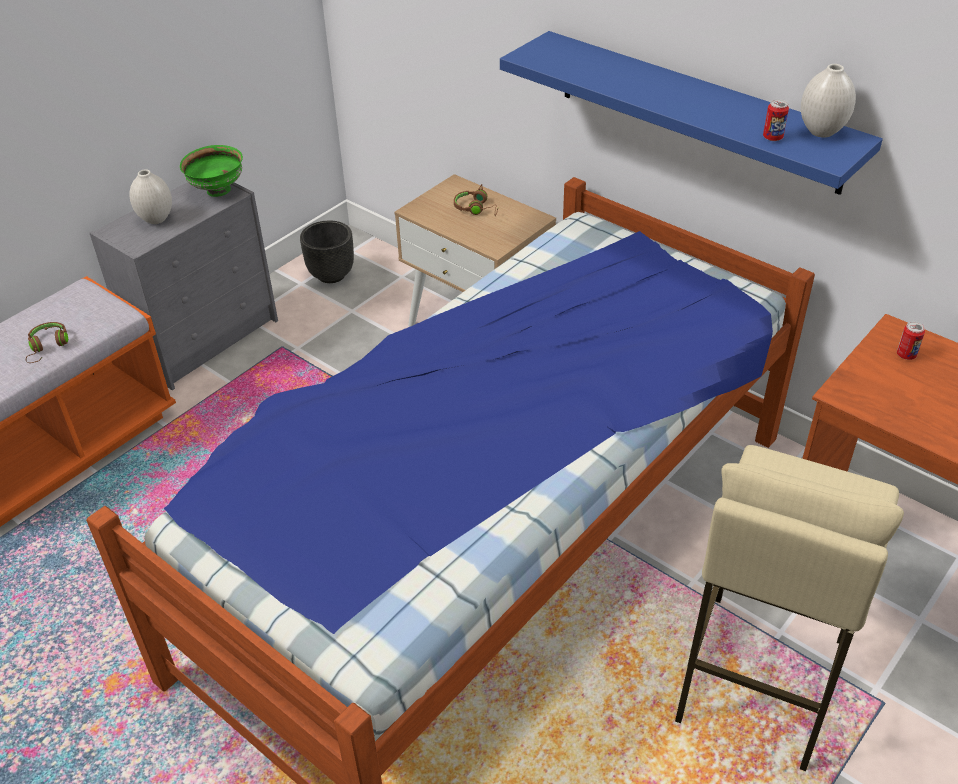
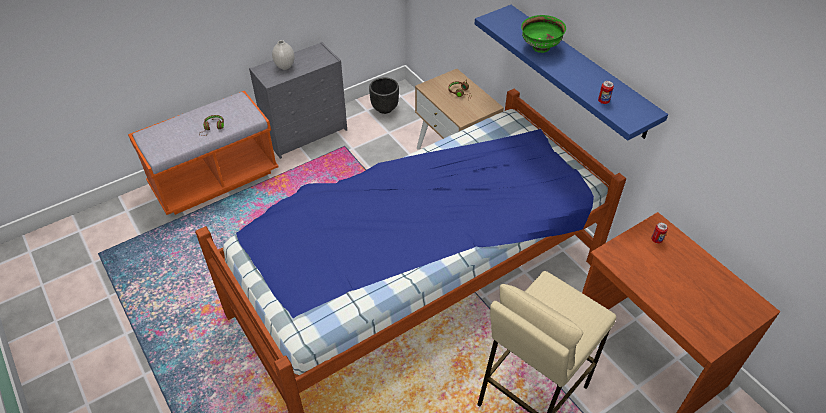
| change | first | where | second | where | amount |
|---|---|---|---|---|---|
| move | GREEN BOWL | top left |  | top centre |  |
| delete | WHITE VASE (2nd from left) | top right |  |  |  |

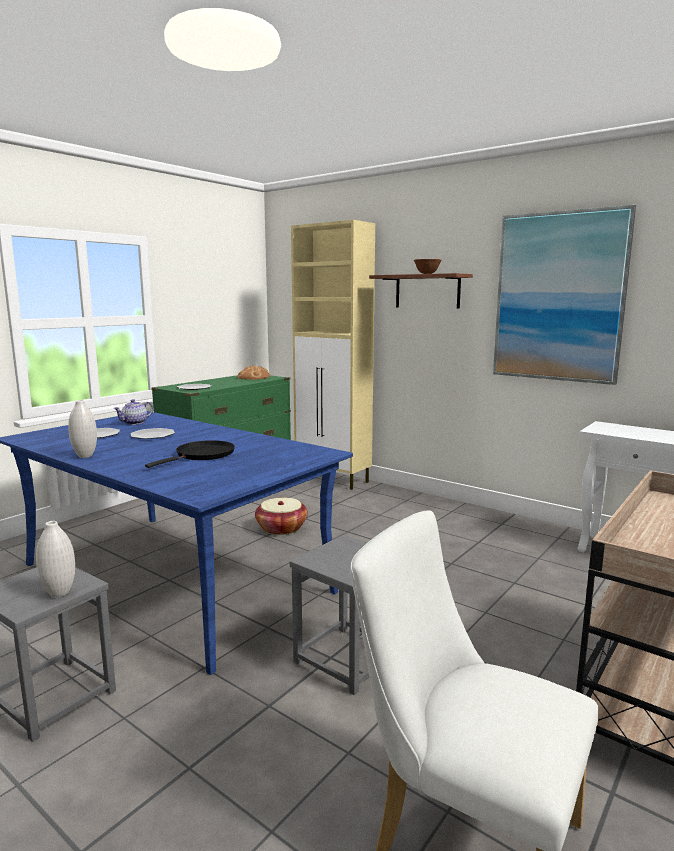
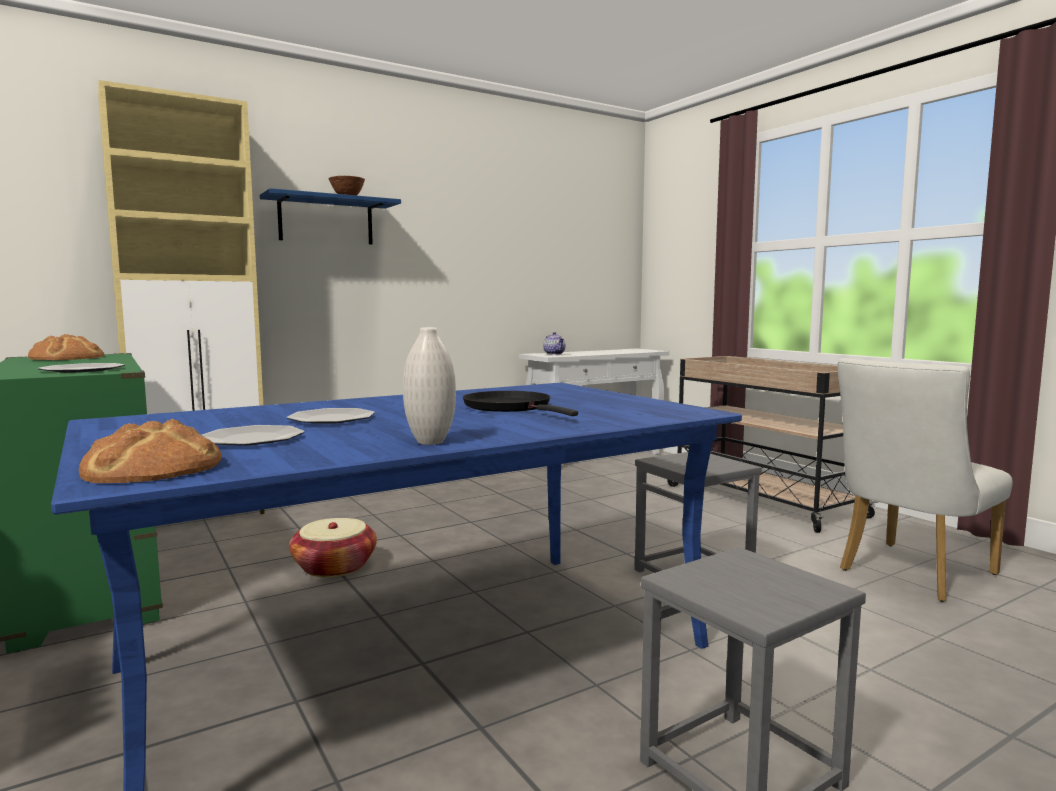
| change | first | where | second | where | amount |
|---|---|---|---|---|---|
| insert |  |  | BREAD (2nd from left) | middle left |  |
| recolor | BROWN SHELF | centre | BLUE SHELF | top left |  |
| move | TEAPOT | middle left |  | centre |  |
| delete | WHITE VASE (1st from left) | middle left |  |  |  |
| delete | PICTURE | middle right |  |  |  |

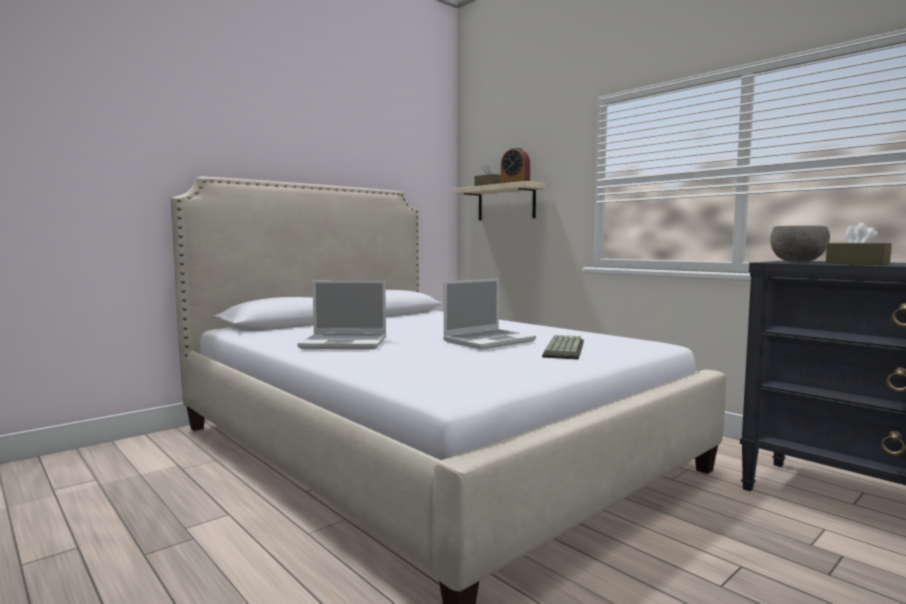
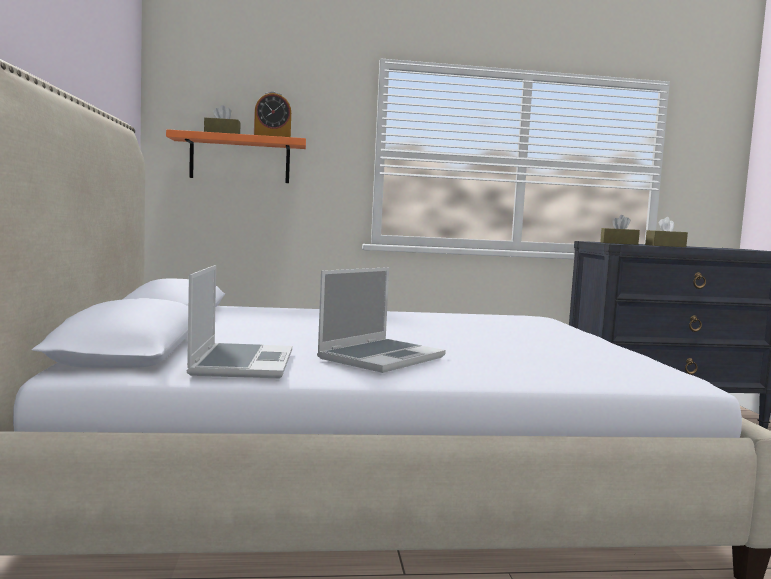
| change | first | where | second | where | amount |
|---|---|---|---|---|---|
| recolor | BEIGE SHELF | top centre | ORANGE SHELF | top left |  |
| move | LAPTOP (2nd from left in the first image) | centre | LAPTOP (1st from left) | middle left |  |
| replace | GREY BOWL | middle right | BROWN TISSUE BOX (2nd from left) | middle right |  |
| delete | KEYBOARD | centre |  |  |  |

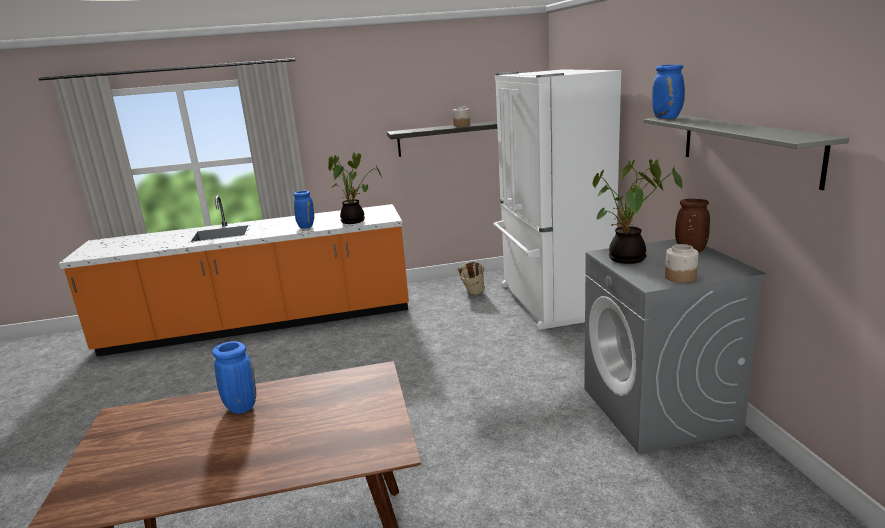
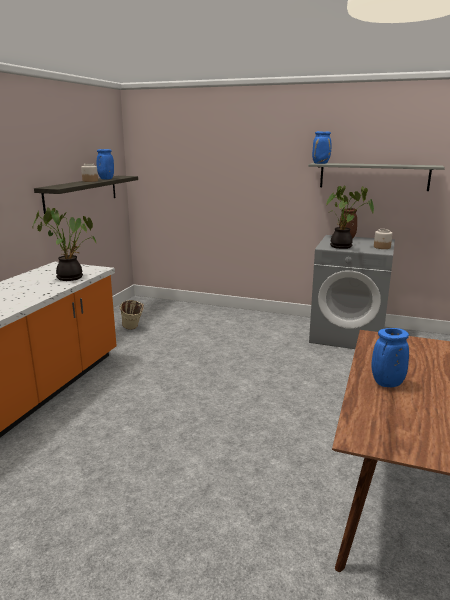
| change | first | where | second | where | amount |
|---|---|---|---|---|---|
| move | BLUE VASE (2nd from left in the first image) | centre | BLUE VASE (1st from left) | top left |  |
| delete | WHITE FRIDGE | centre |  |  |  |

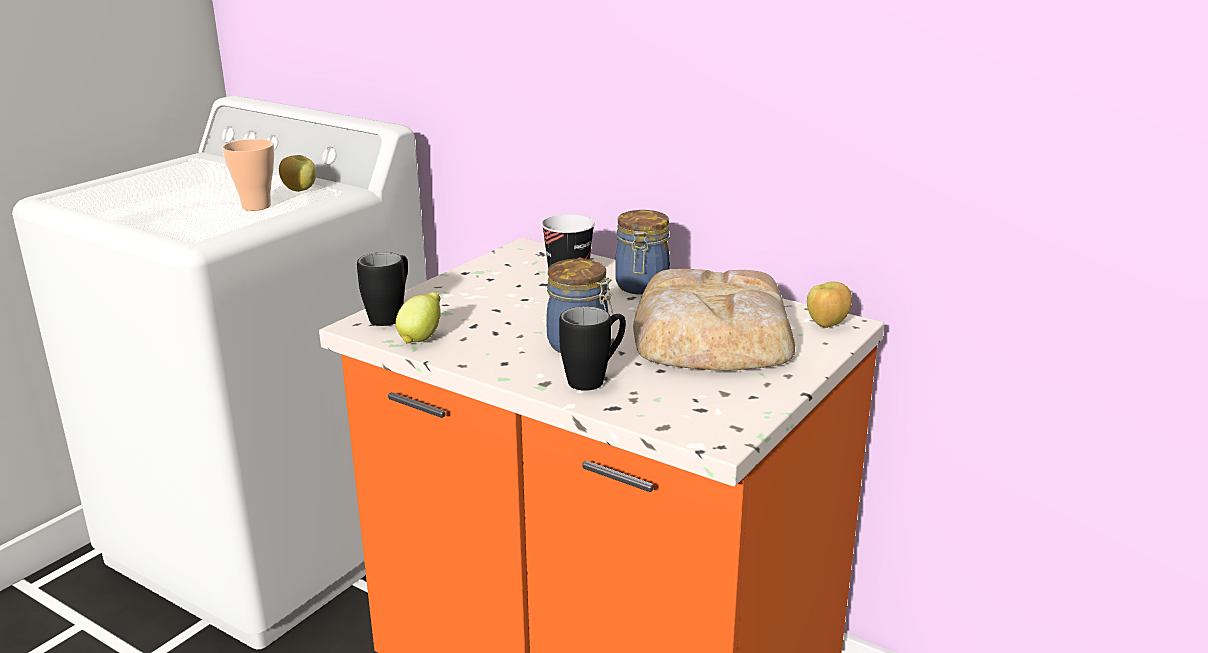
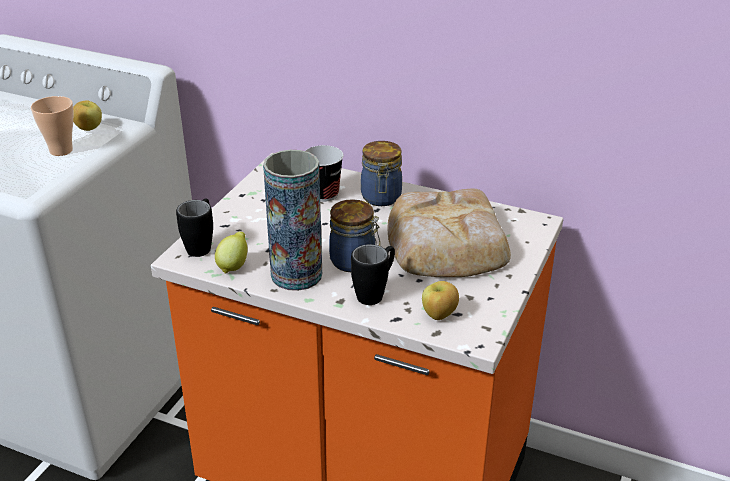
| change | first | where | second | where | amount |
|---|---|---|---|---|---|
| insert |  |  | VASE | centre |  |
| move | APPLE (2nd from left) | middle right |  | centre |  |

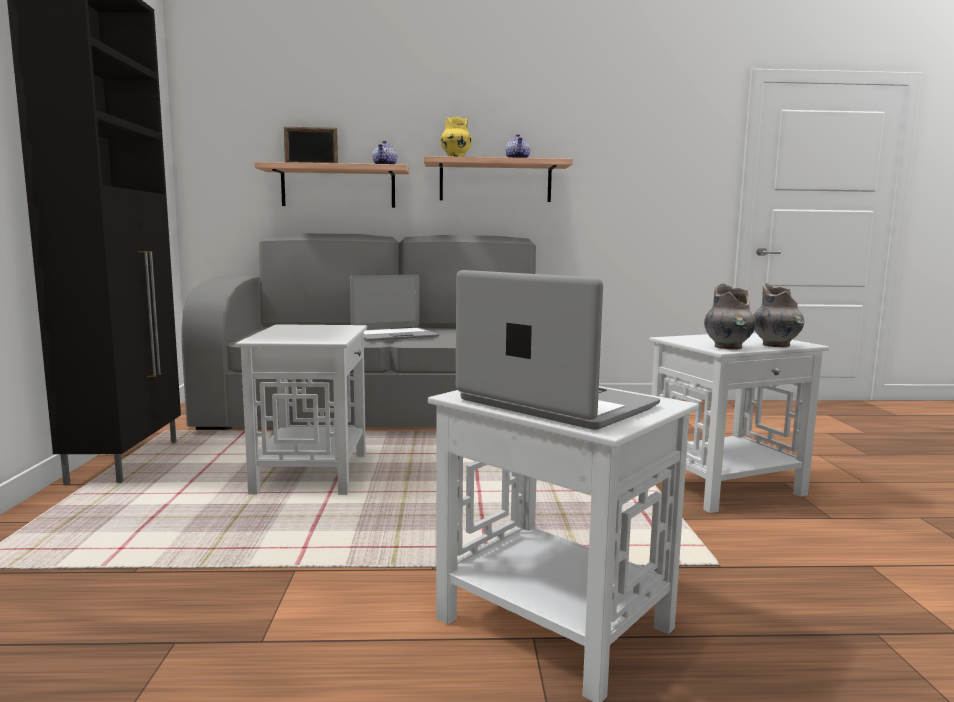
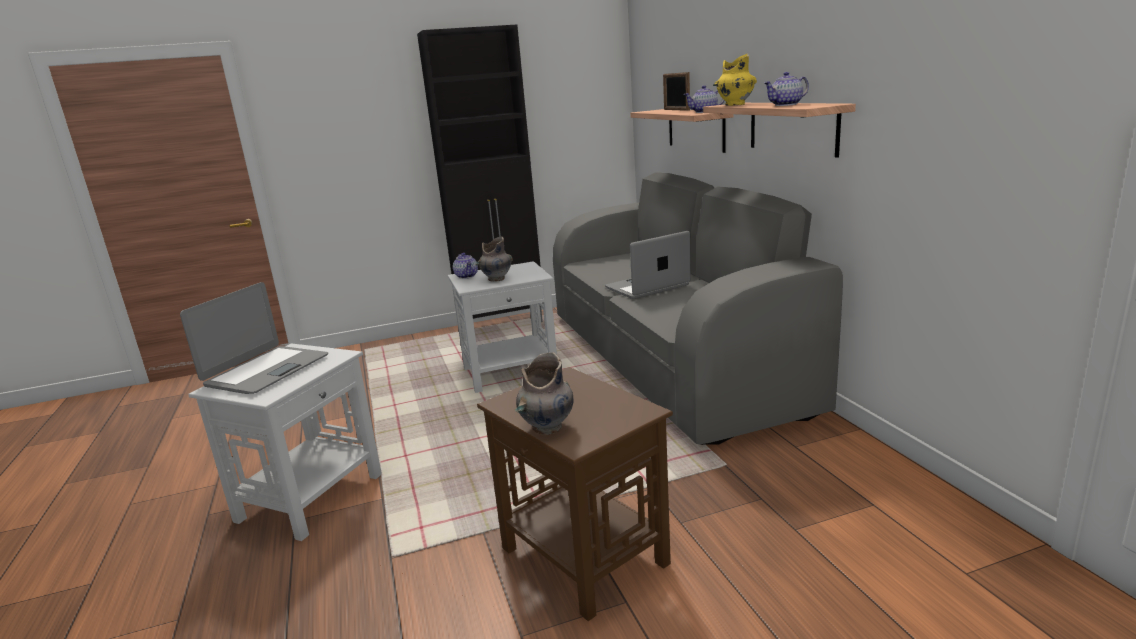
| change | first | where | second | where | amount |
|---|---|---|---|---|---|
| insert |  |  | TEAPOT (1st from left) | centre |  |
| move | GREY VASE (1st from left) | middle right |  | centre |  |
| recolor | WHITE SIDE TABLE (3rd from left) | middle right | BROWN SIDE TABLE | bottom centre |  |
| rotate | LAPTOP (1st from left in the first image) | centre | LAPTOP (2nd from left) | centre | 105 degrees clockwise |

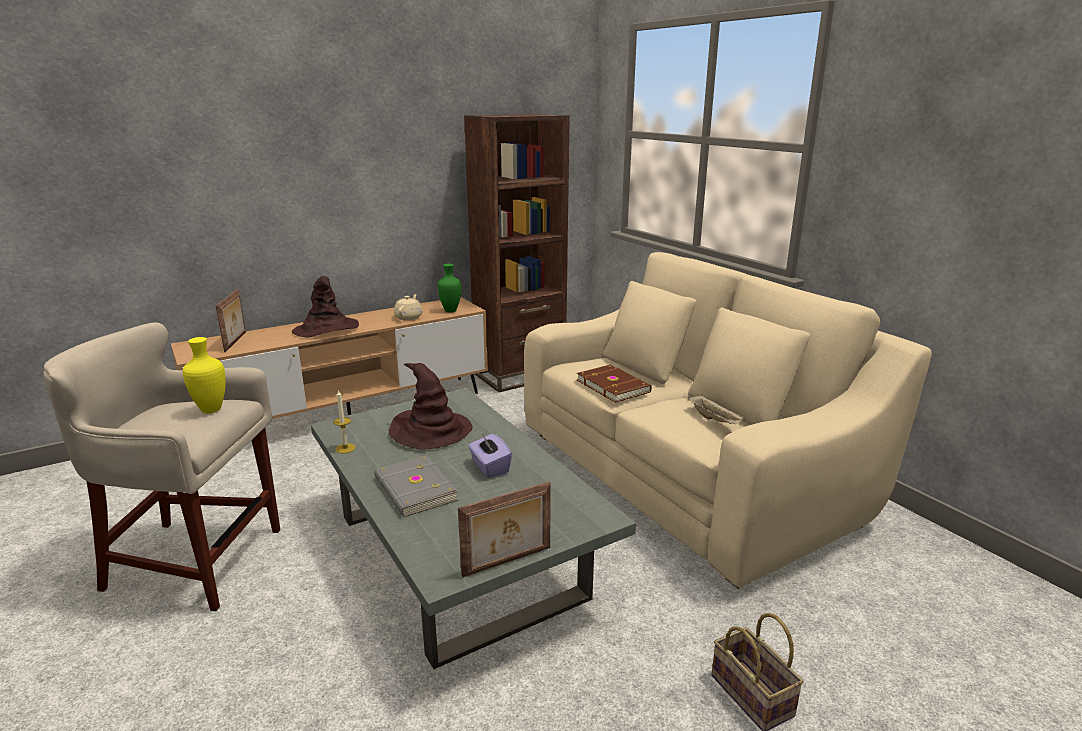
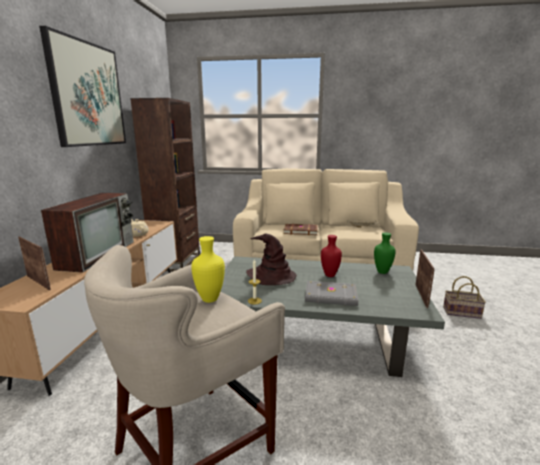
| change | first | where | second | where | amount |
|---|---|---|---|---|---|
| insert |  |  | PICTURE | top left |  |
| replace | BROWN HAT (1st from left) | middle left | TELEVISION | middle left |  |
| replace | PURPLE TISSUE BOX | centre | RED VASE | centre |  |
| move | GREEN VASE | centre |  | middle right |  |

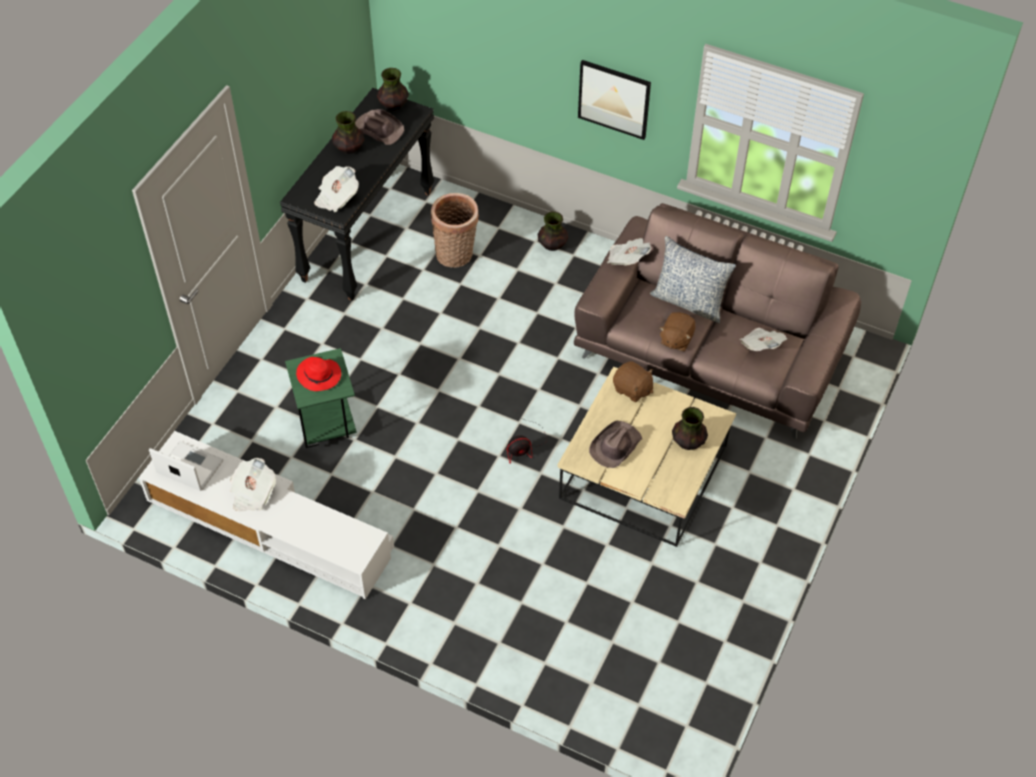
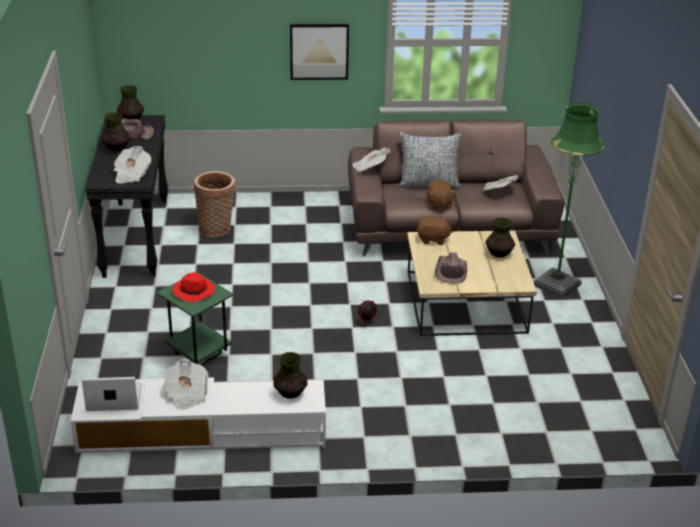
| change | first | where | second | where | amount |
|---|---|---|---|---|---|
| move | VASE (3rd from left) | top centre |  | bottom centre |  |
| insert |  |  | GREEN FLOOR LAMP | middle right |  |

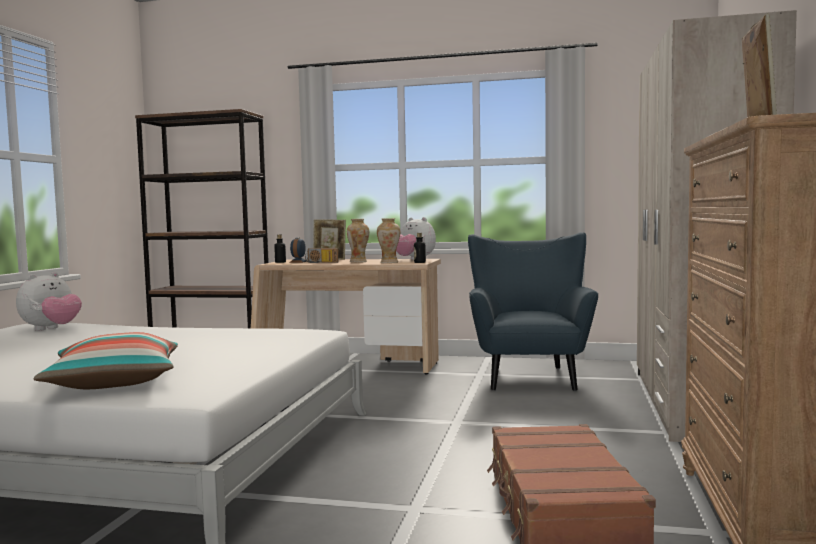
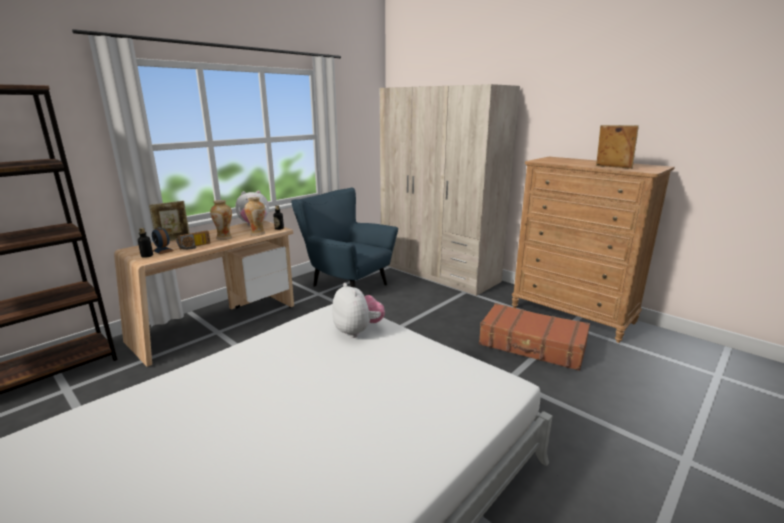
| change | first | where | second | where | amount |
|---|---|---|---|---|---|
| move | PLUSH TOY (1st from left in the first image) | middle left | PLUSH TOY (2nd from left) | centre |  |
| delete | PILLOW | middle left |  |  |  |

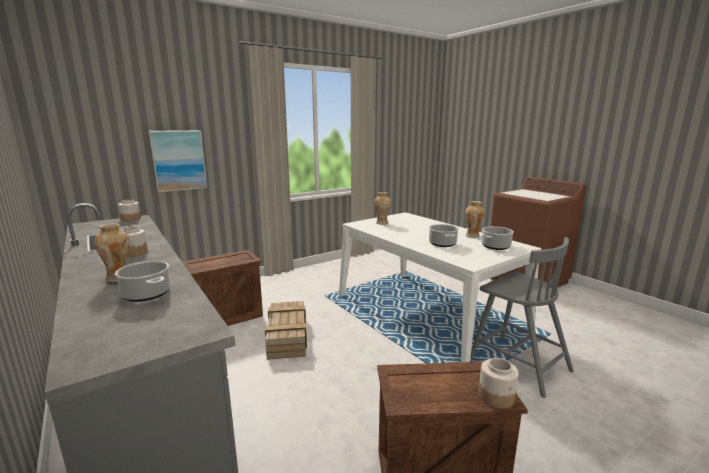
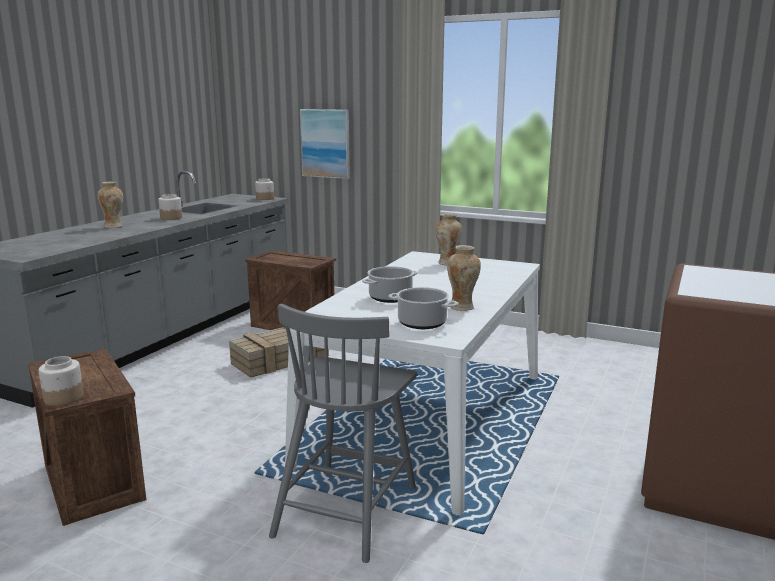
| change | first | where | second | where | amount |
|---|---|---|---|---|---|
| delete | COOKING POT (1st from left) | middle left |  |  |  |

